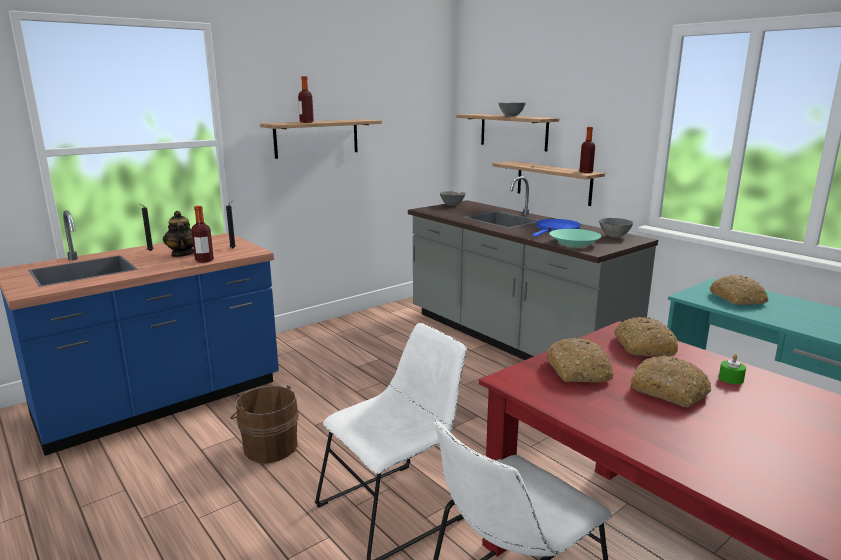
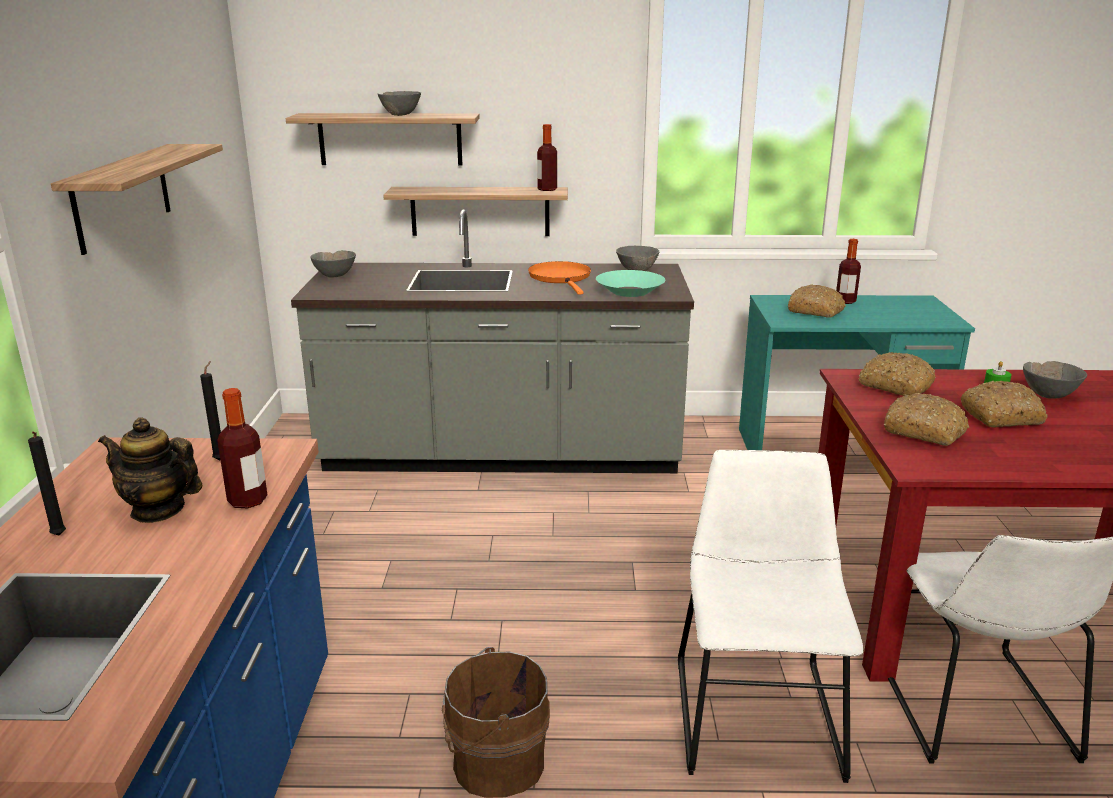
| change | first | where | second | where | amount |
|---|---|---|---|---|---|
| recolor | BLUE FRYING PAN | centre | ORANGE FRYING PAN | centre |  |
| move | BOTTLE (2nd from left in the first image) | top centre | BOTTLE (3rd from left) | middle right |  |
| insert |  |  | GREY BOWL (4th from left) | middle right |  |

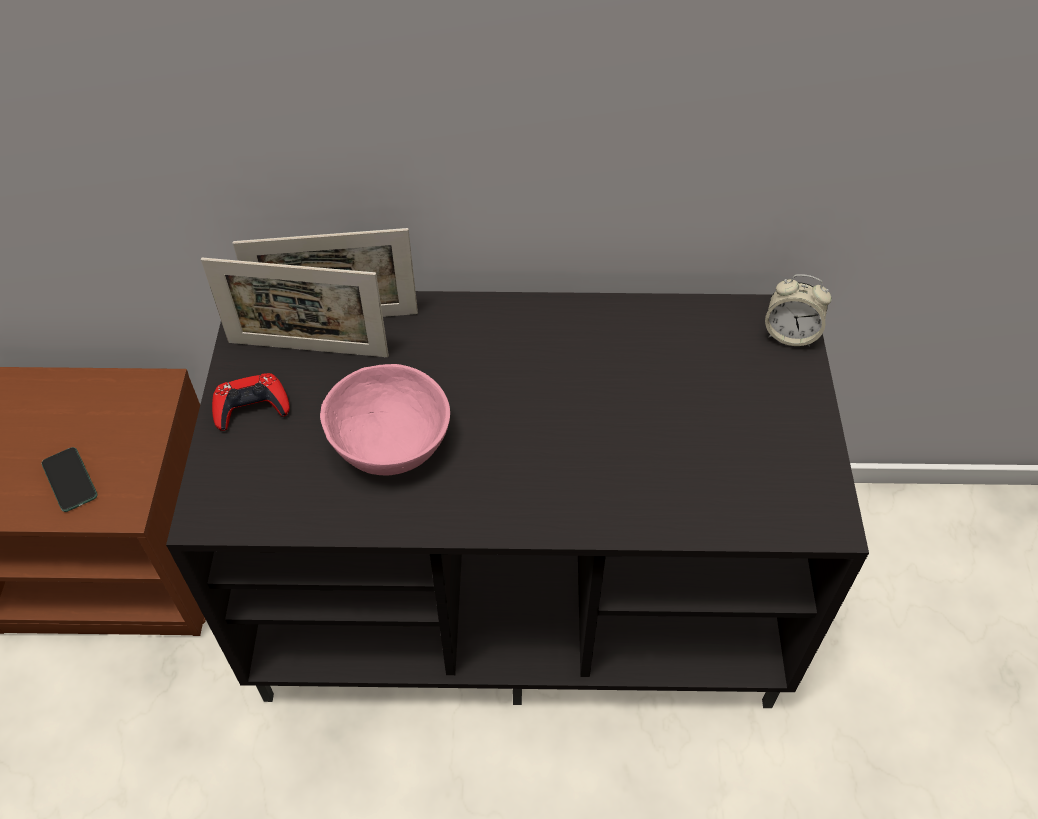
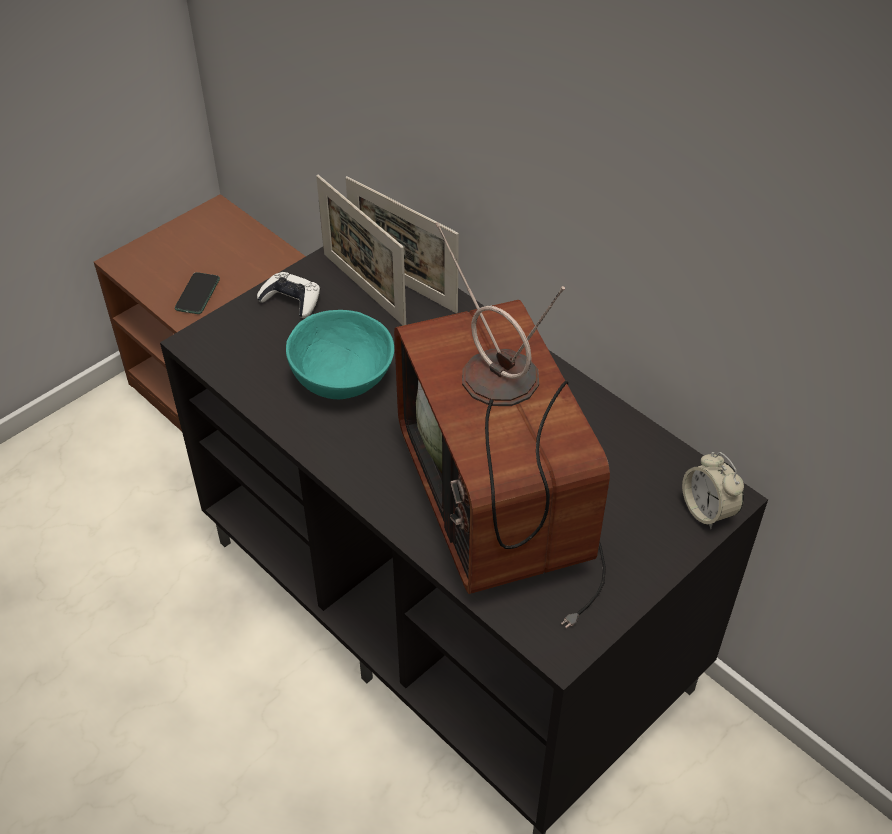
| change | first | where | second | where | amount |
|---|---|---|---|---|---|
| recolor | RED GAME CONTROLLER | middle left | WHITE GAME CONTROLLER | middle left |  |
| recolor | PINK BOWL | centre | TURQUOISE BOWL | centre |  |
| insert |  |  | TELEVISION | centre |  |

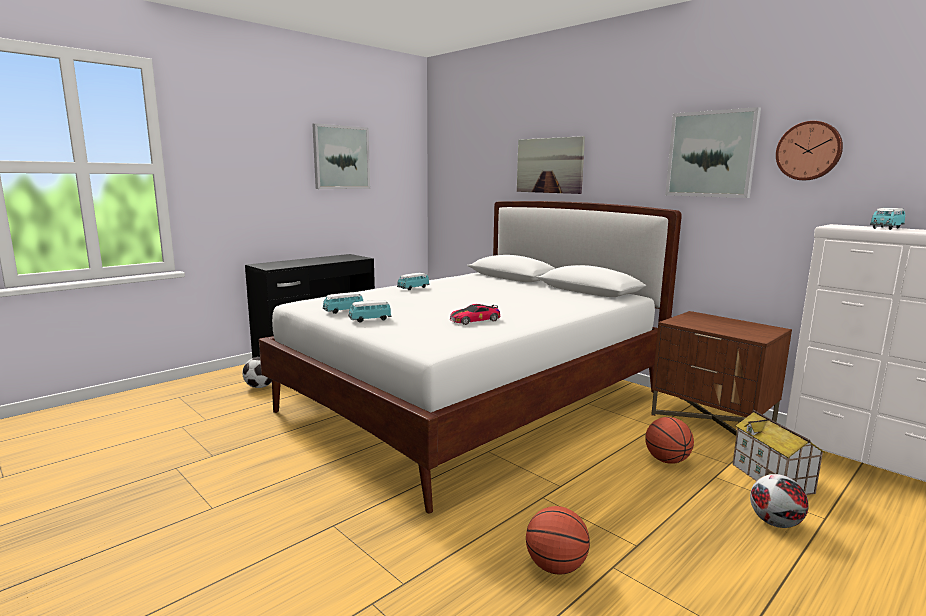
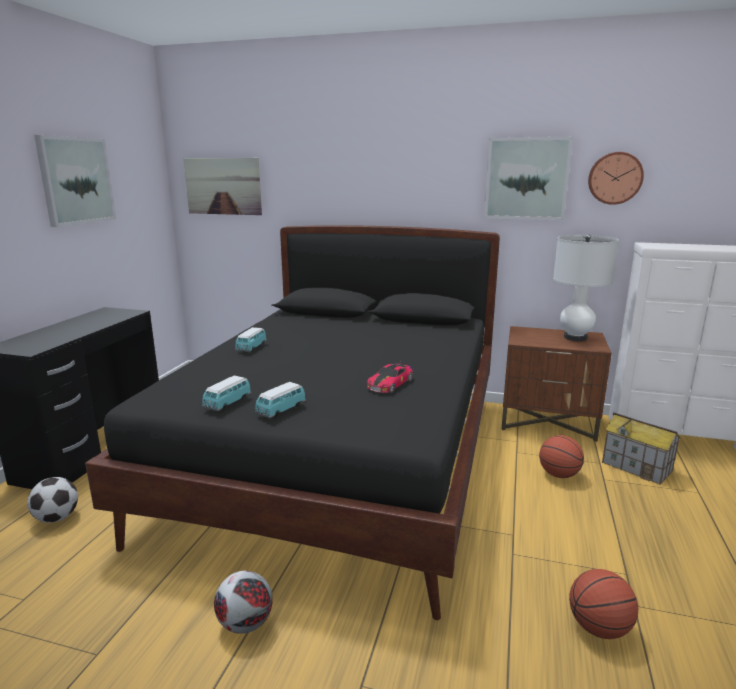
| change | first | where | second | where | amount |
|---|---|---|---|---|---|
| recolor | WHITE BED | centre | BLACK BED | centre |  |
| move | PICTURE (2nd from left) | top centre |  | top left |  |
| move | FOOTBALL (2nd from left) | bottom right |  | bottom left |  |
| insert |  |  | WHITE TABLE LAMP | middle right |  |
| delete | TOY CAR (5th from left) | middle right |  |  |  |

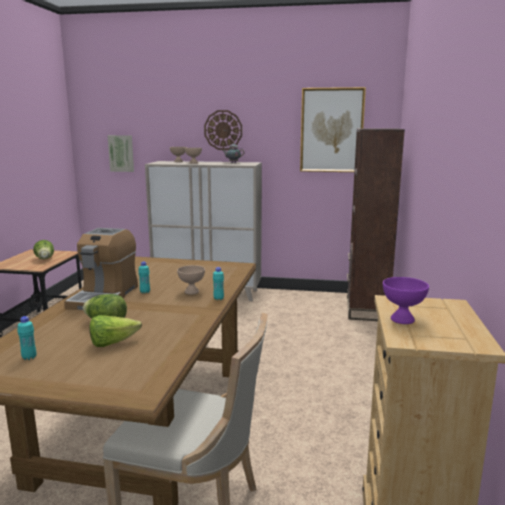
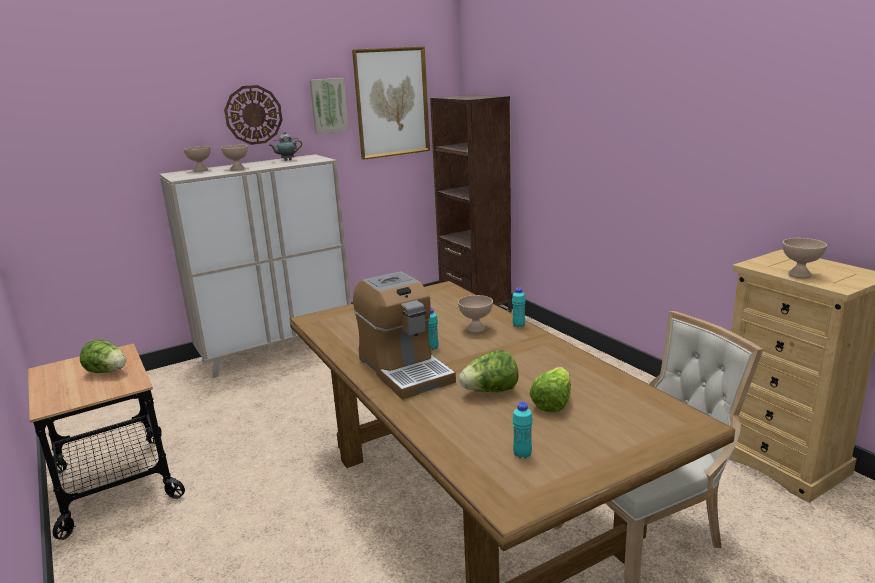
| change | first | where | second | where | amount |
|---|---|---|---|---|---|
| move | PICTURE (1st from left) | top left |  | top centre |  |
| recolor | PURPLE BOWL | middle right | BEIGE BOWL (4th from left) | middle right |  |

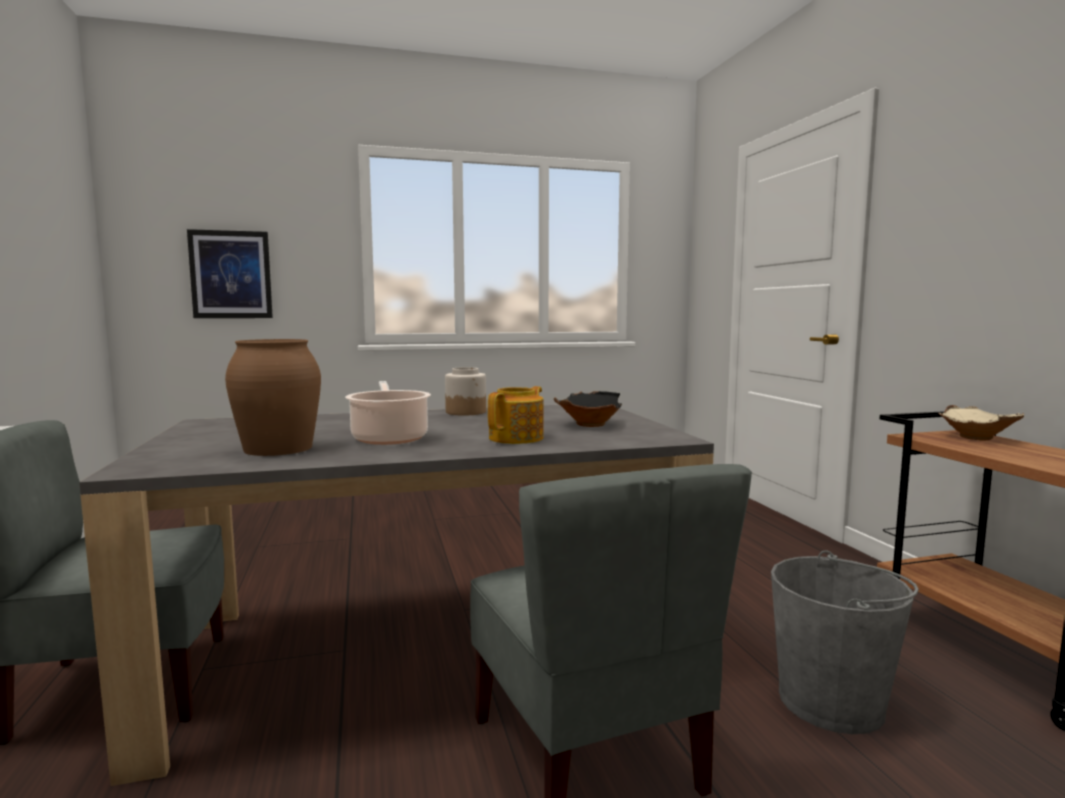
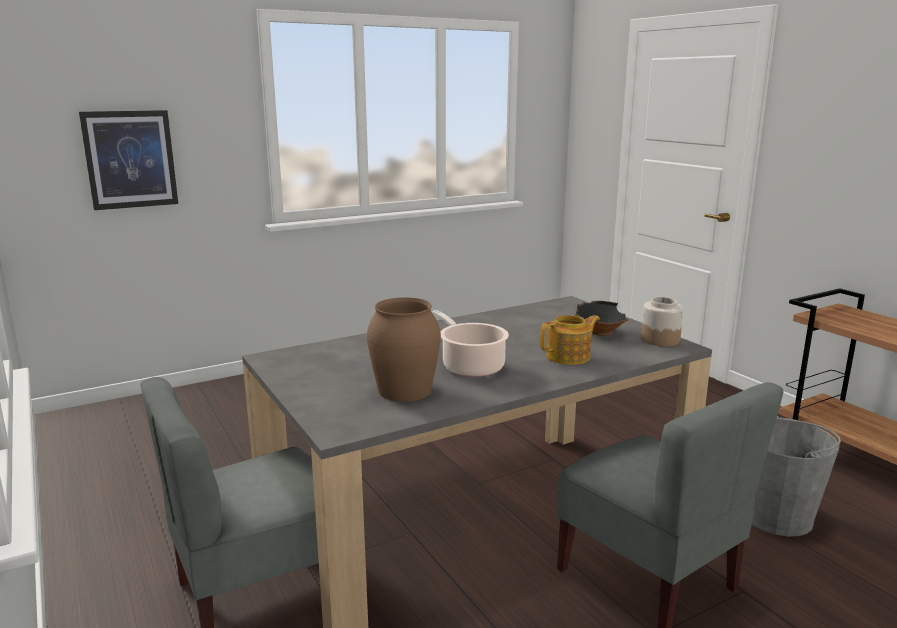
| change | first | where | second | where | amount |
|---|---|---|---|---|---|
| rotate | TEAPOT | centre |  | centre | 45 degrees clockwise |
| move | JAR | centre |  | middle right |  |
| delete | BEIGE BOWL | middle right |  |  |  |

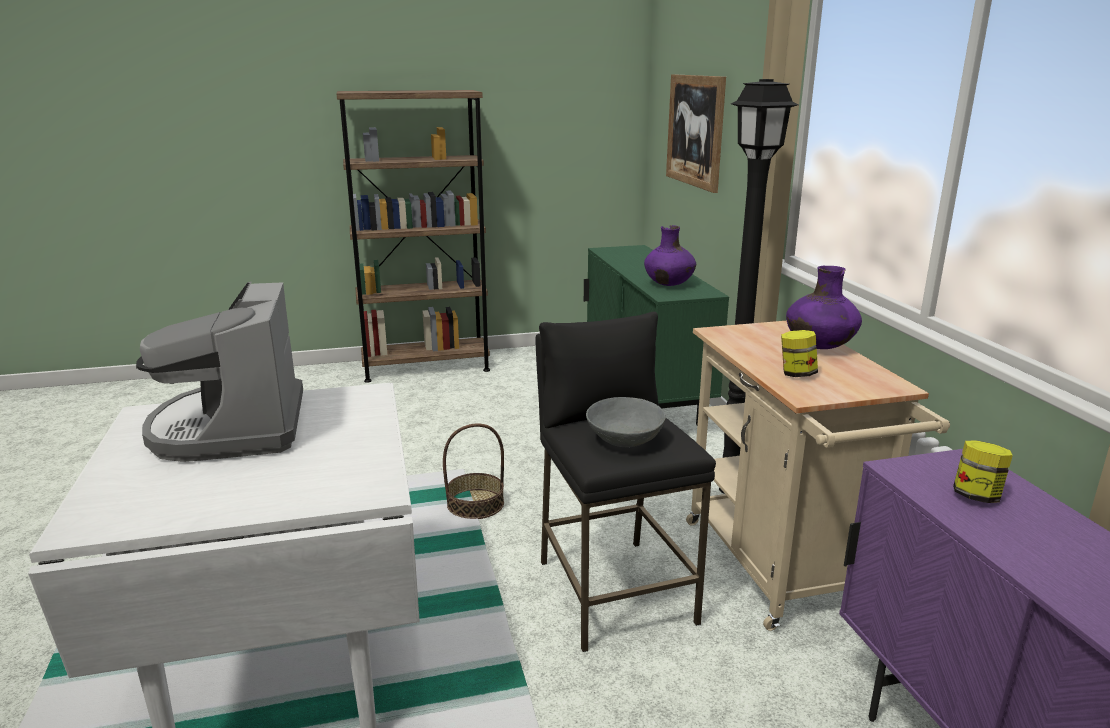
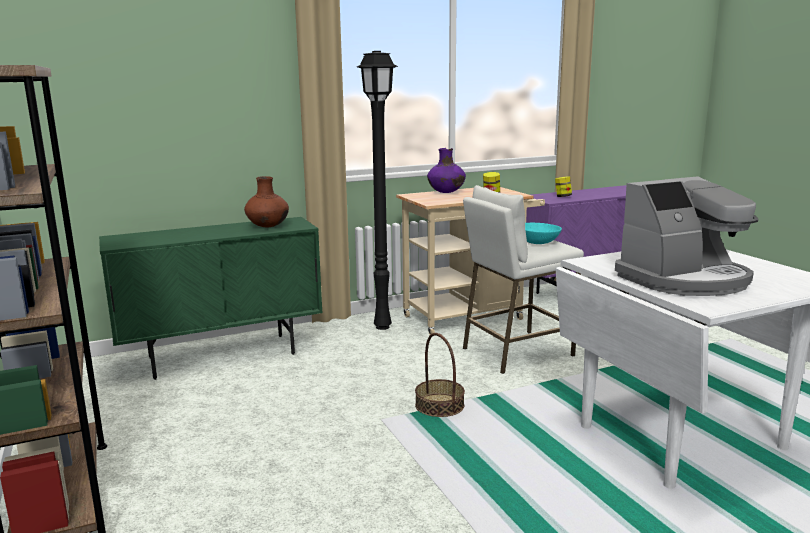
| change | first | where | second | where | amount |
|---|---|---|---|---|---|
| recolor | PURPLE VASE (1st from left) | centre | BROWN VASE | middle left |  |
| recolor | BLACK STOOL | centre | WHITE STOOL | centre |  |
| recolor | GREY BOWL | centre | TURQUOISE BOWL | middle right |  |
| delete | PICTURE | top centre |  |  |  |

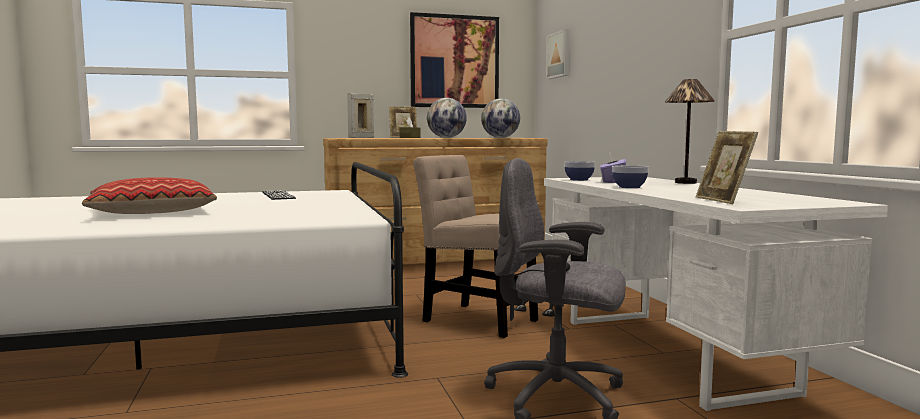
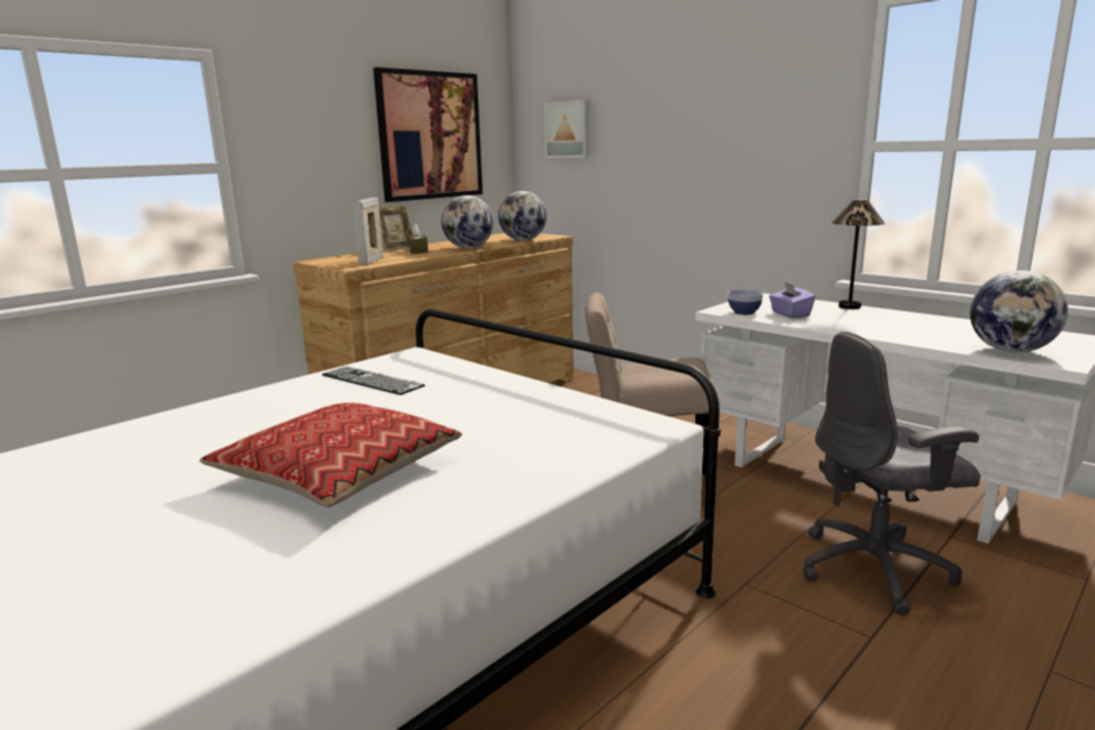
| change | first | where | second | where | amount |
|---|---|---|---|---|---|
| replace | PICTURE FRAME (3rd from left) | middle right | GLOBE (3rd from left) | middle right |  |
| delete | BOWL (2nd from left) | middle right |  |  |  |

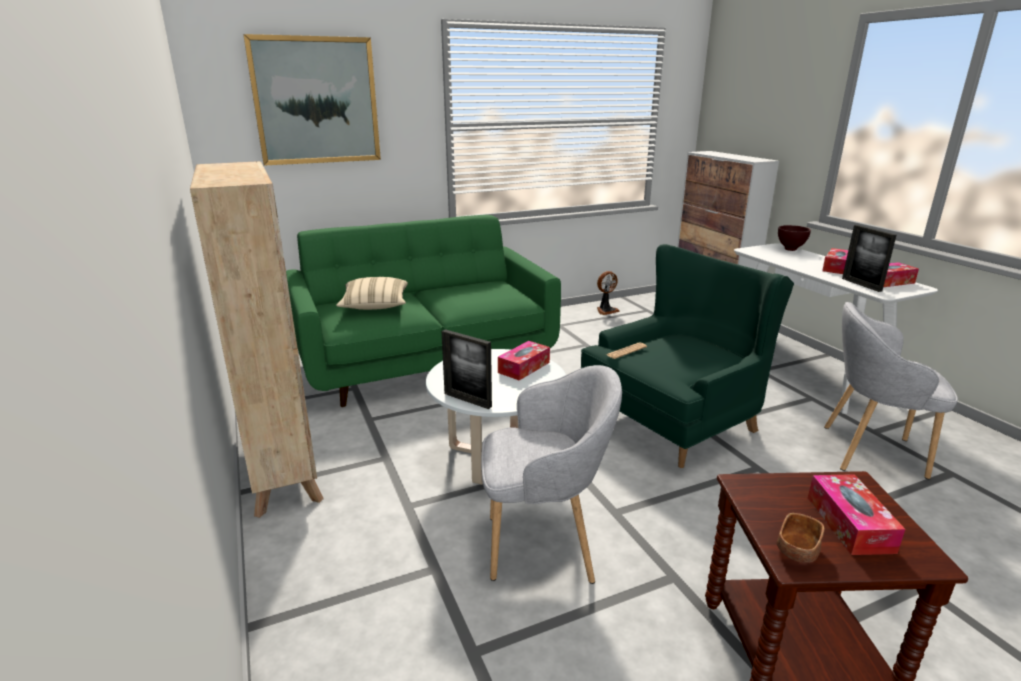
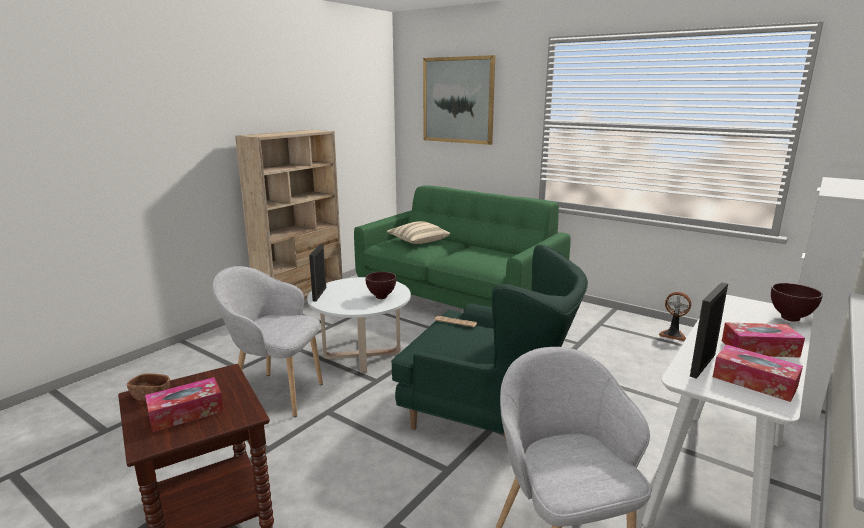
| change | first | where | second | where | amount |
|---|---|---|---|---|---|
| rotate | GREY ARMCHAIR (1st from left) | bottom centre |  | middle left | 135 degrees clockwise |
| replace | TISSUE BOX (1st from left) | centre | BROWN BOWL (2nd from left) | centre |  |

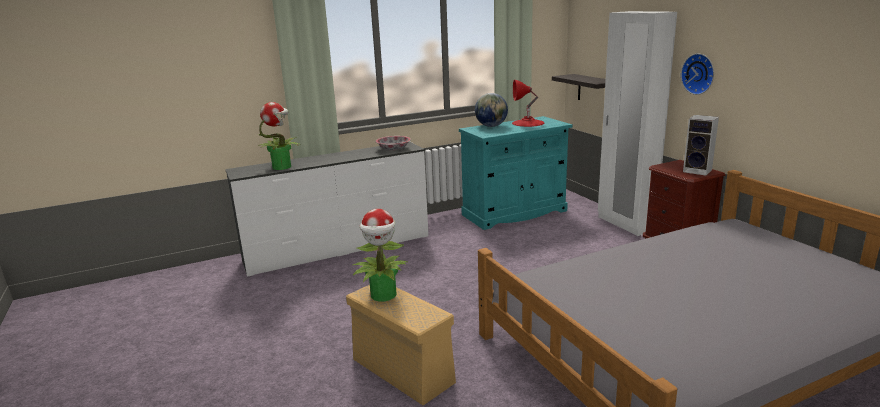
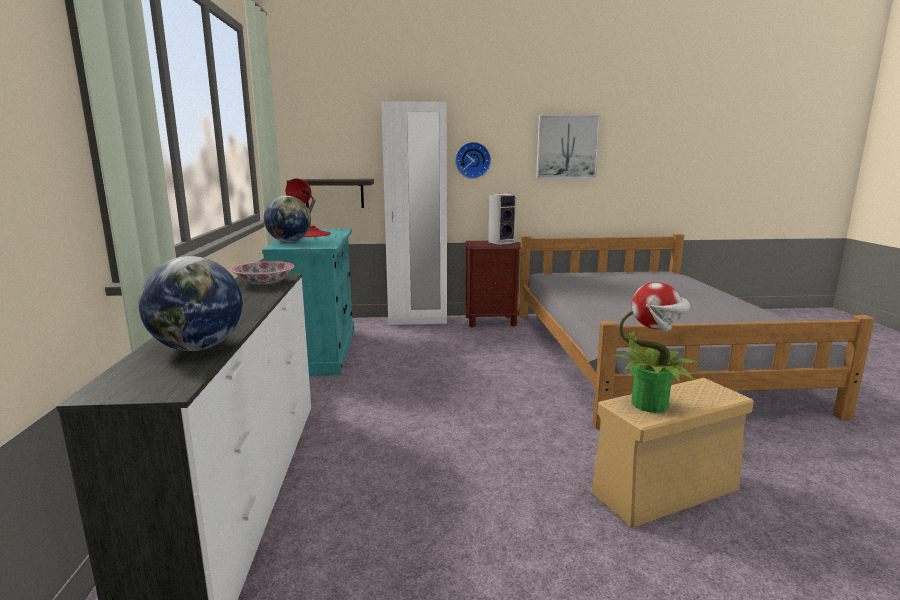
| change | first | where | second | where | amount |
|---|---|---|---|---|---|
| replace | POTTED PLANT (1st from left) | middle left | GLOBE (1st from left) | middle left |  |
| insert |  |  | PICTURE | top centre |  |

